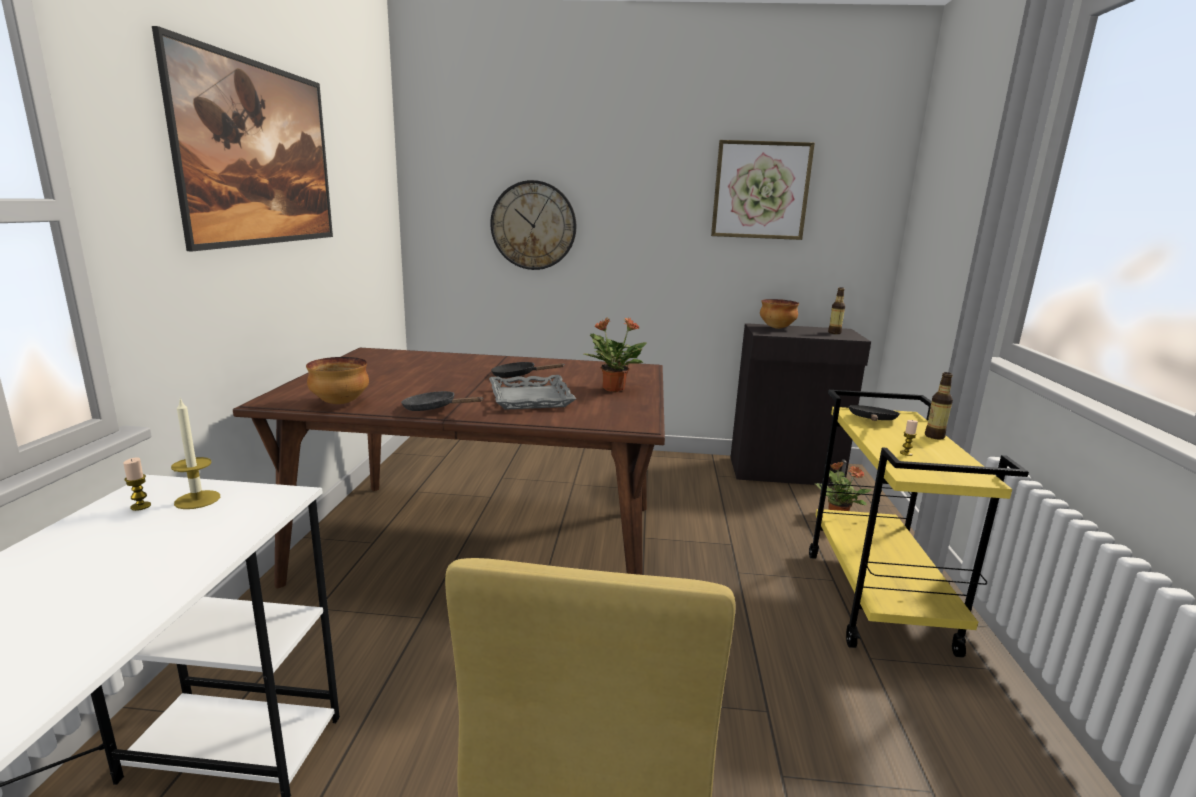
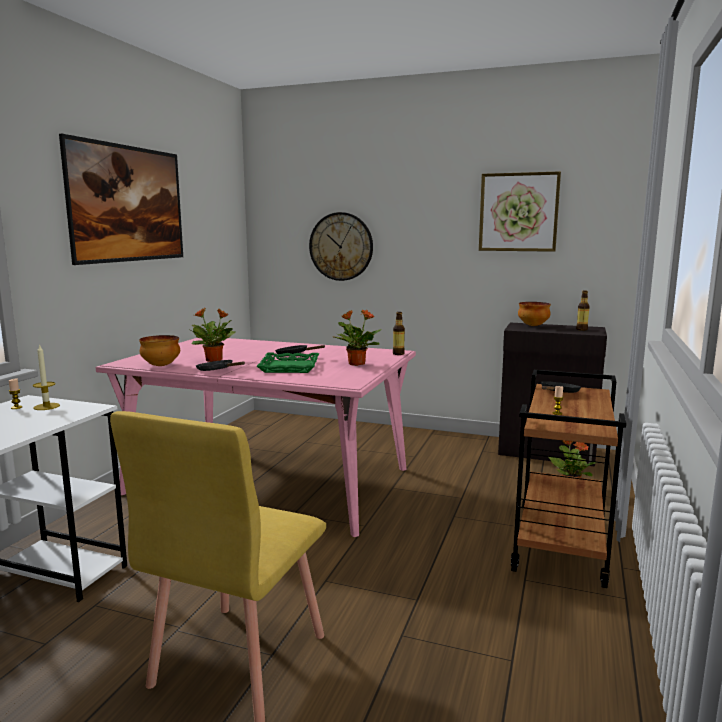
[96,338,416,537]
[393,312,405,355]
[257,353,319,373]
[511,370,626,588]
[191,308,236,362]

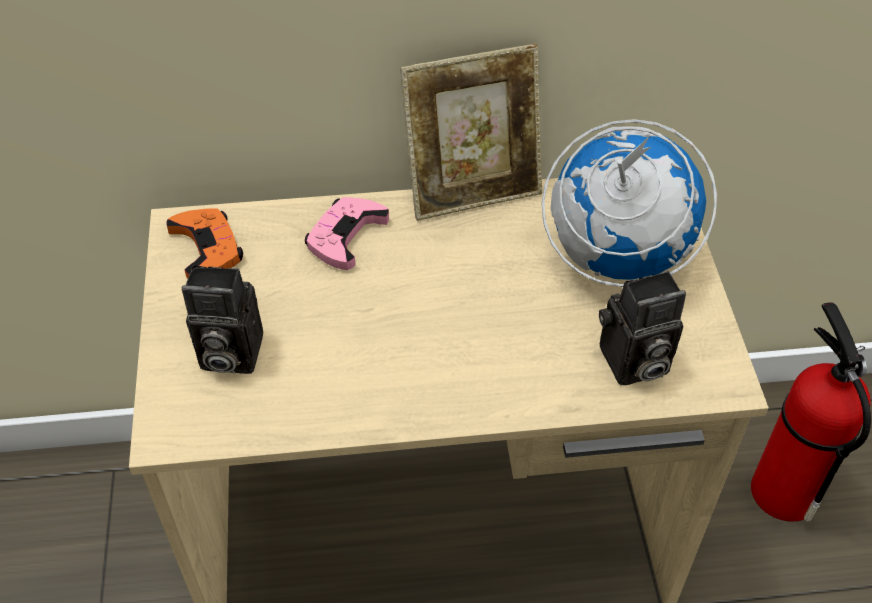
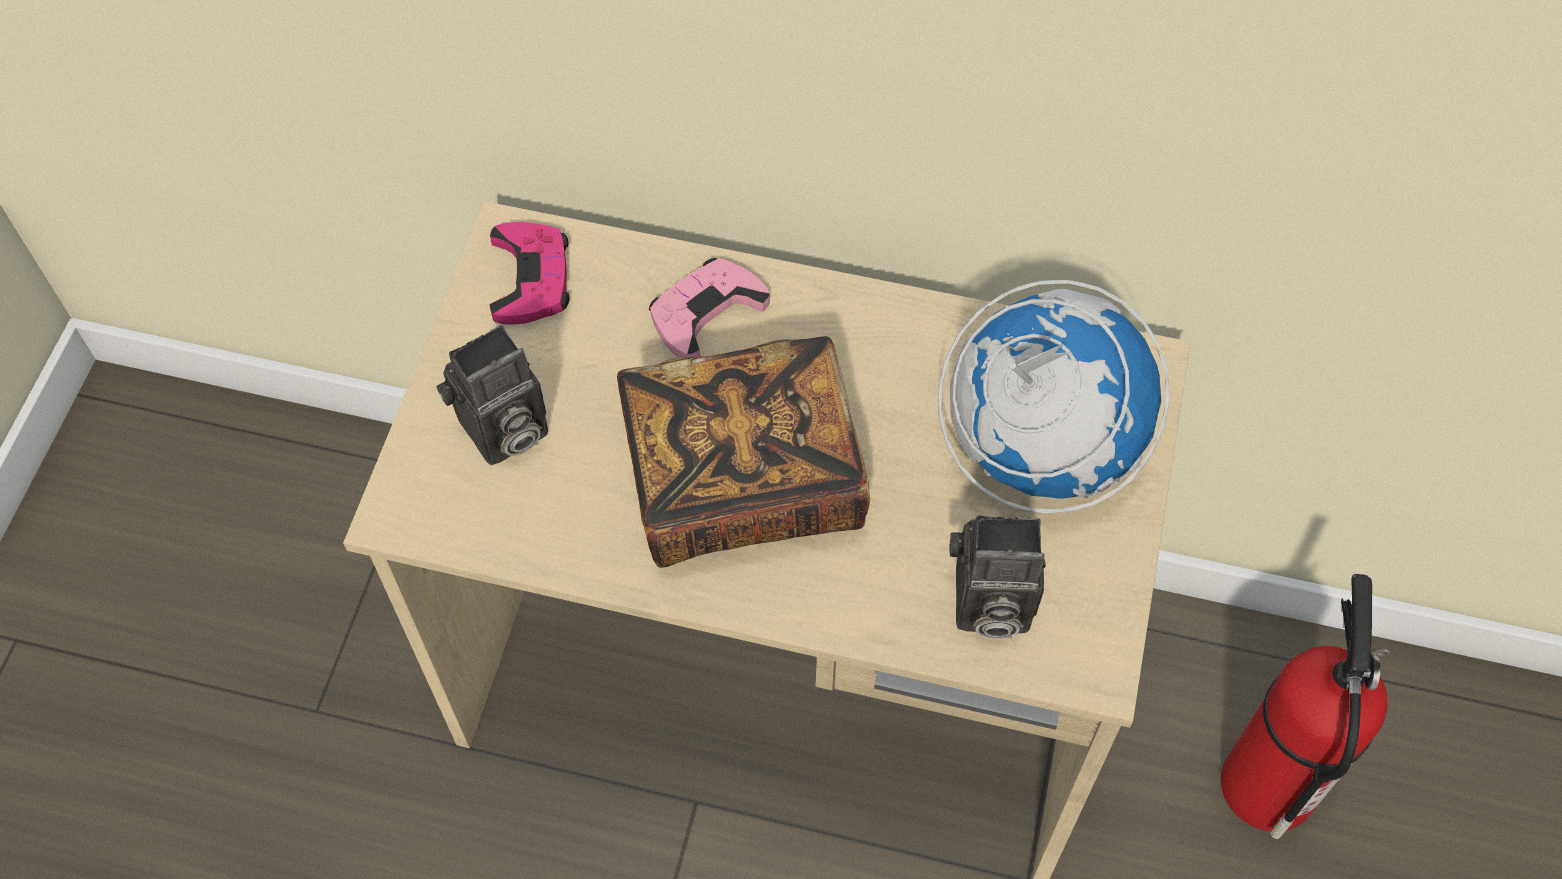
[400,44,542,221] (first image)
[489,222,569,324]
[436,325,548,465]
[617,336,870,568]

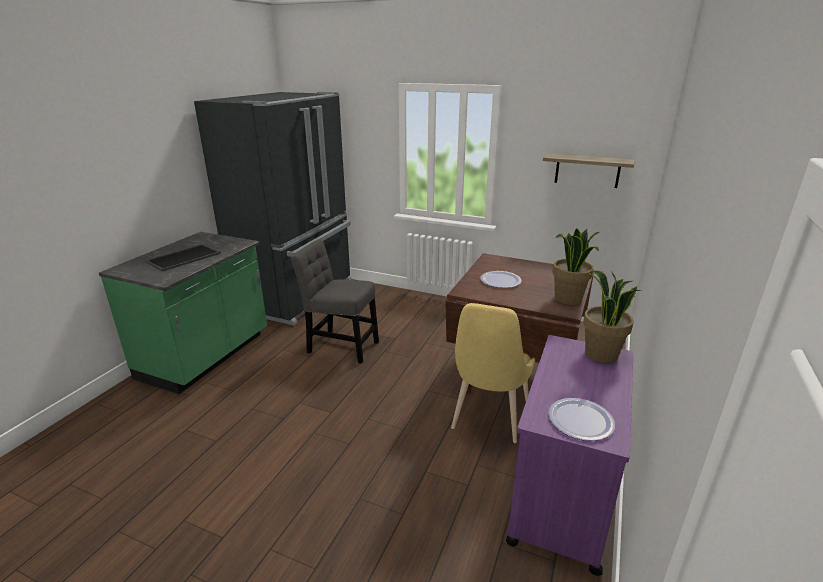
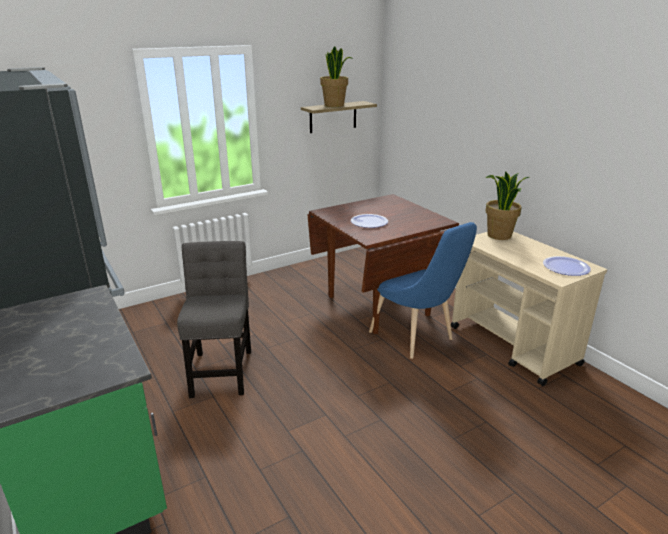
[320,47,353,107]
[177,241,251,398]
[145,244,221,272] (first image)
[369,222,477,359]
[451,231,607,386]

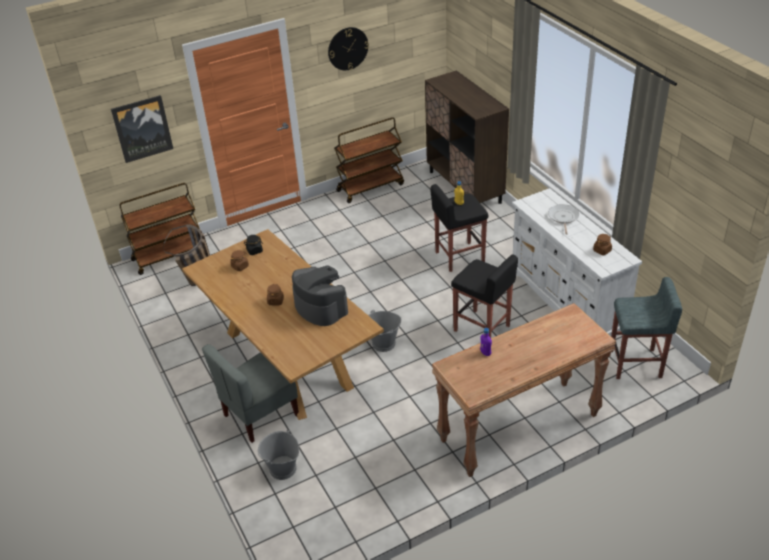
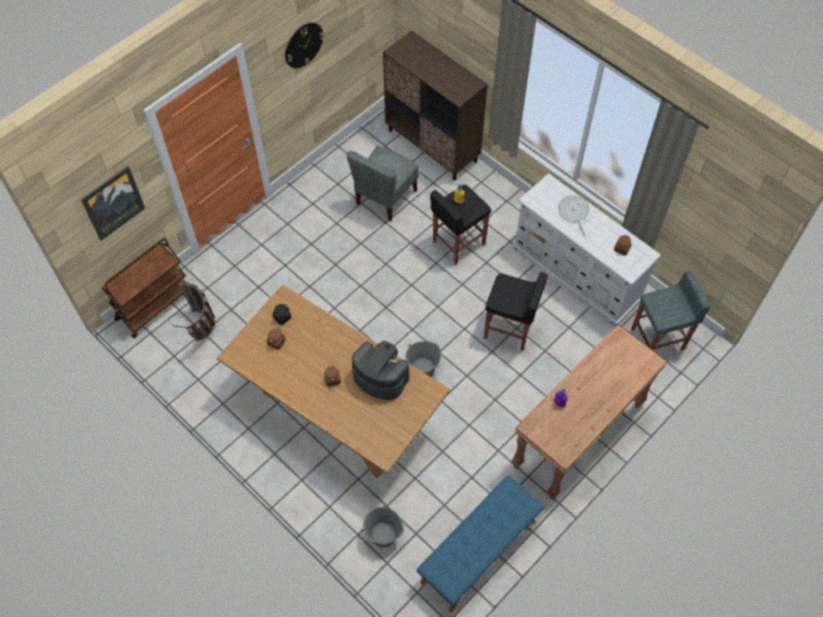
[334,117,404,203] (first image)
[347,146,419,221]
[417,475,544,612]

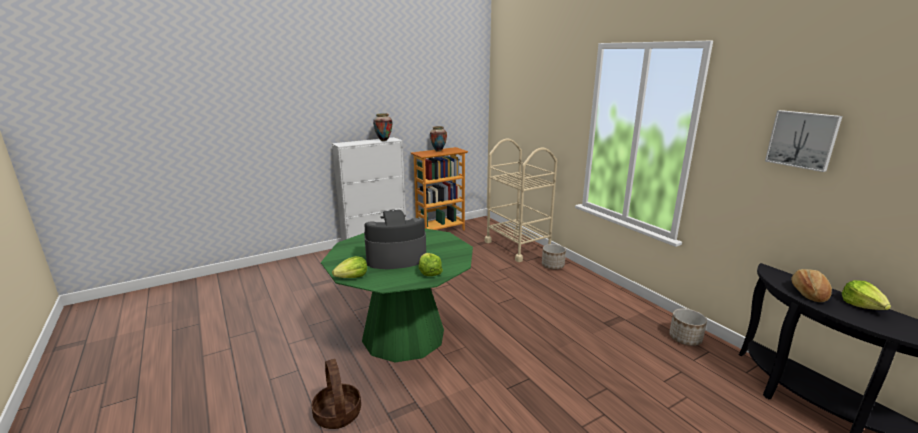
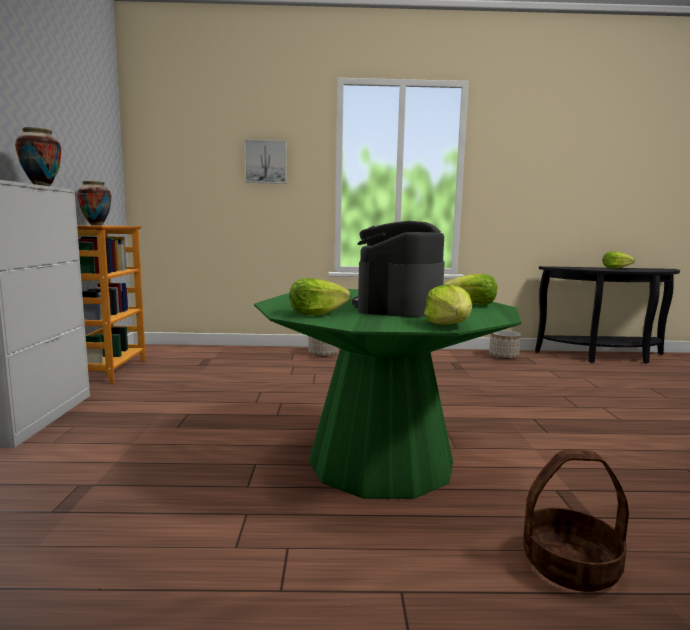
[244,140,287,184]
[485,139,557,262] (first image)
[791,269,832,302] (first image)
[289,278,350,315]

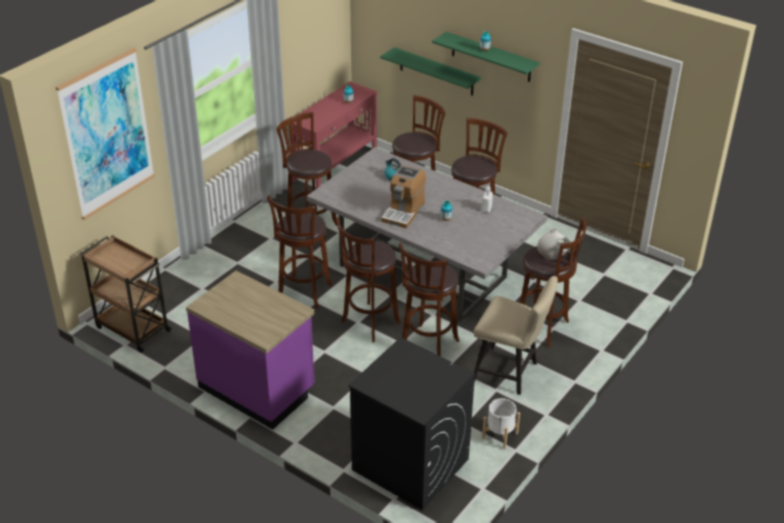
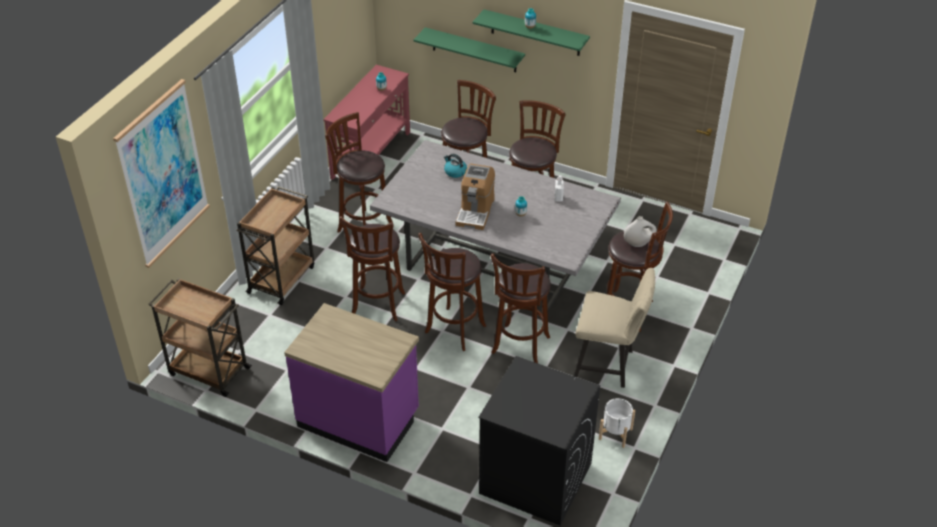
[236,186,314,305]

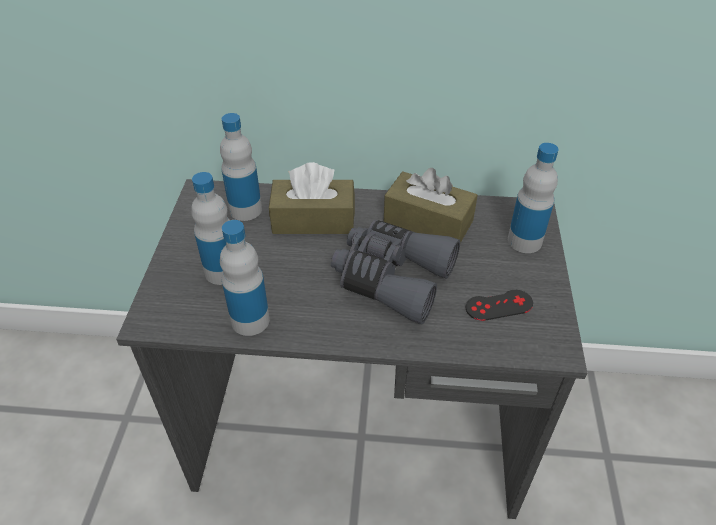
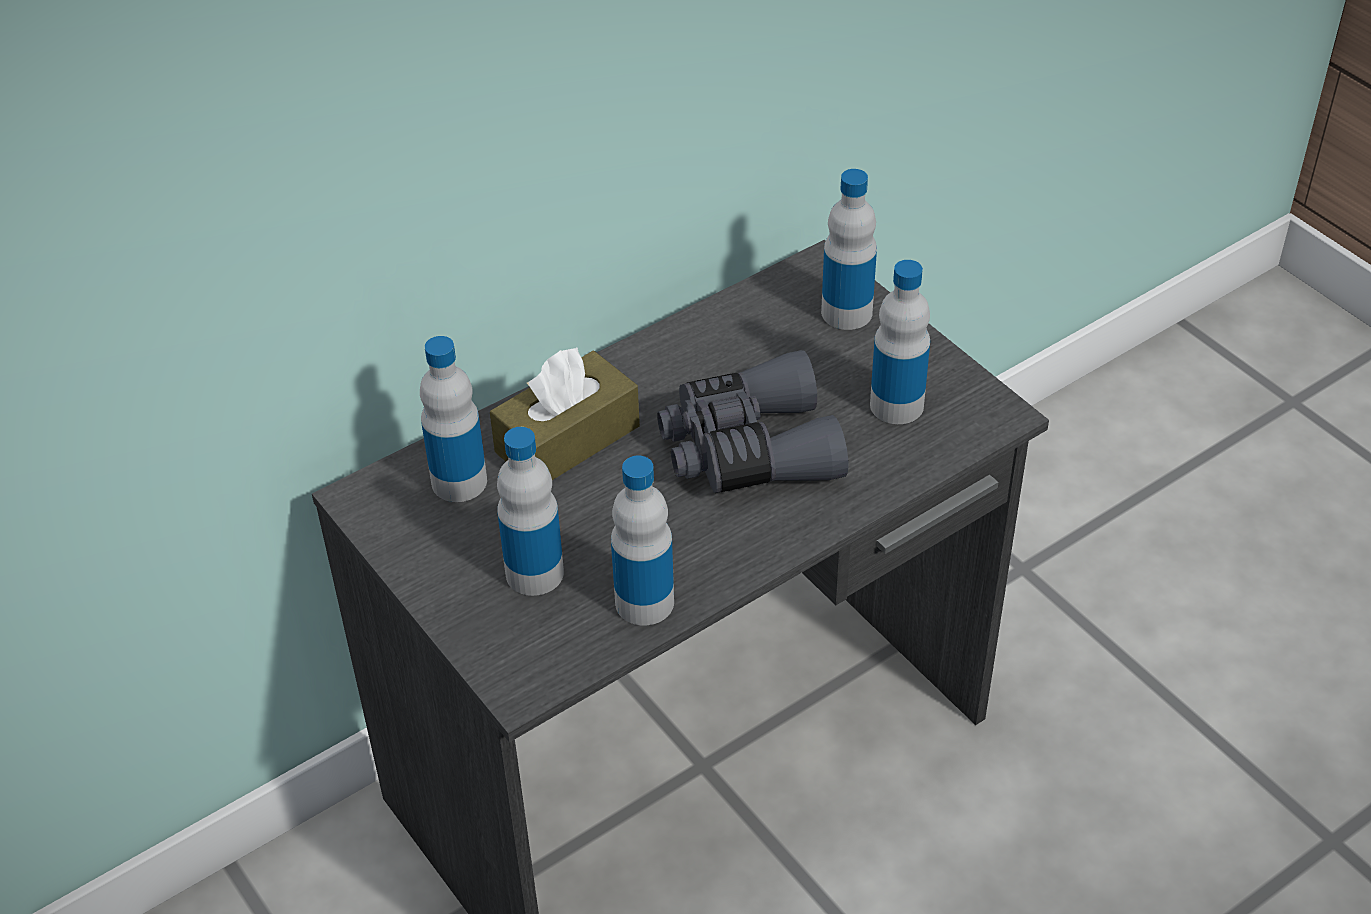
[384,168,478,243] (first image)
[870,260,930,424]

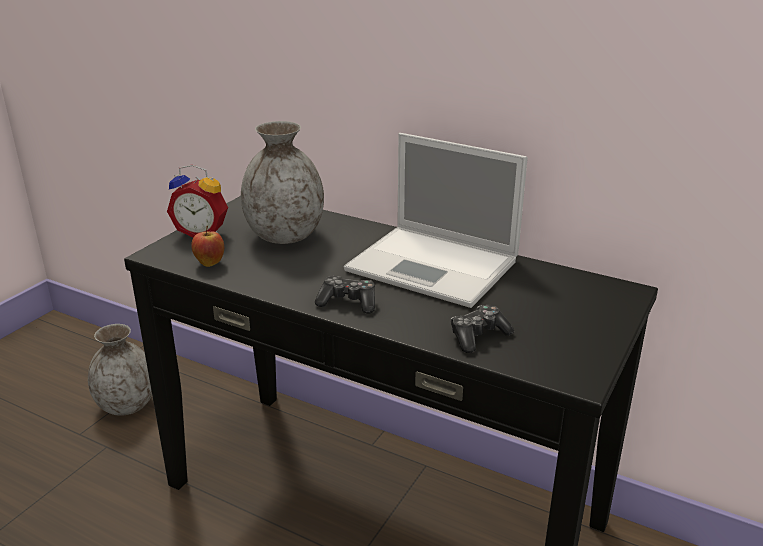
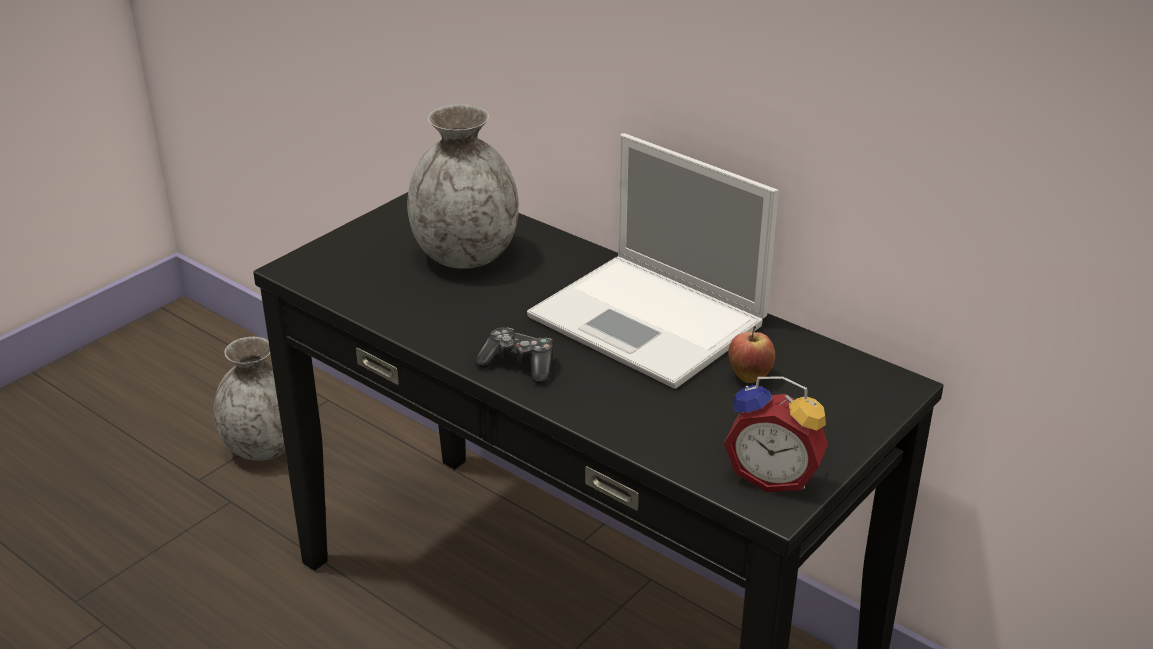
[724,376,828,492]
[728,326,775,383]
[451,305,514,353] (first image)

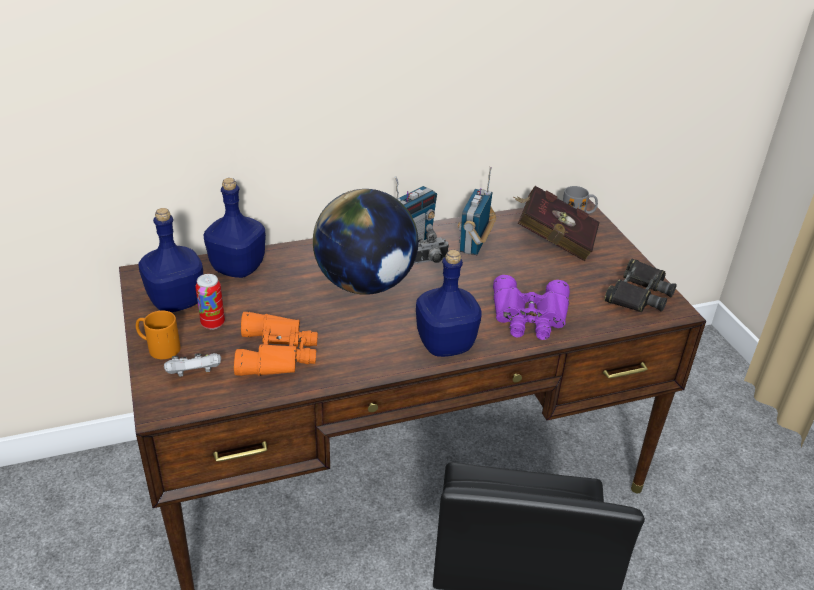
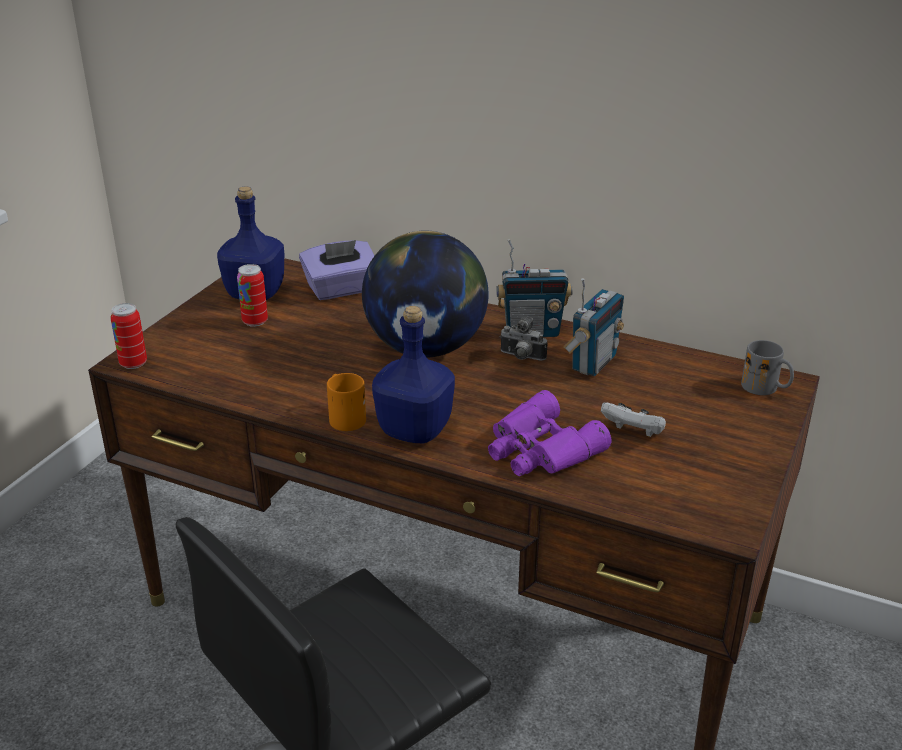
[563,278,624,376]
[299,240,375,300]
[514,186,600,261] (first image)
[604,259,677,312] (first image)
[327,373,366,431]
[234,312,318,376] (first image)
[601,402,666,437]
[110,303,147,369]

